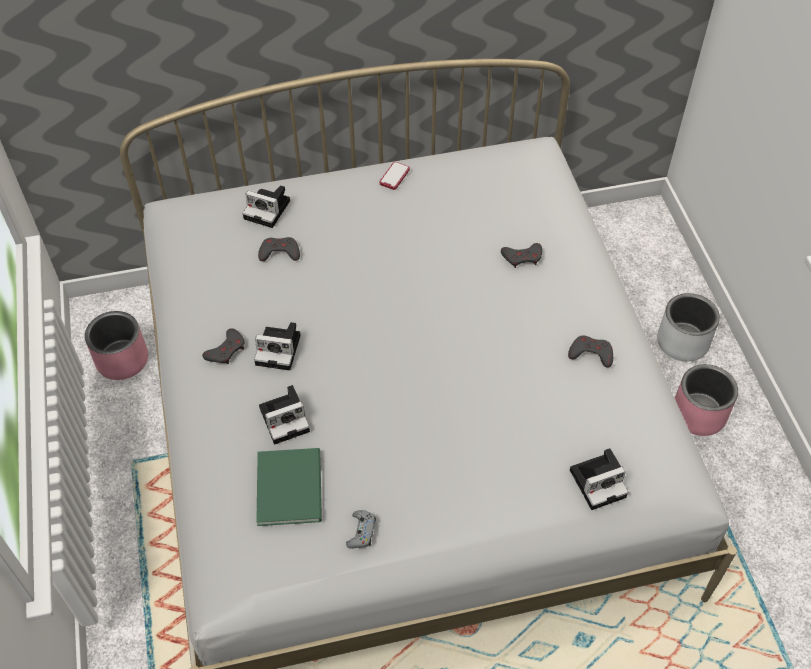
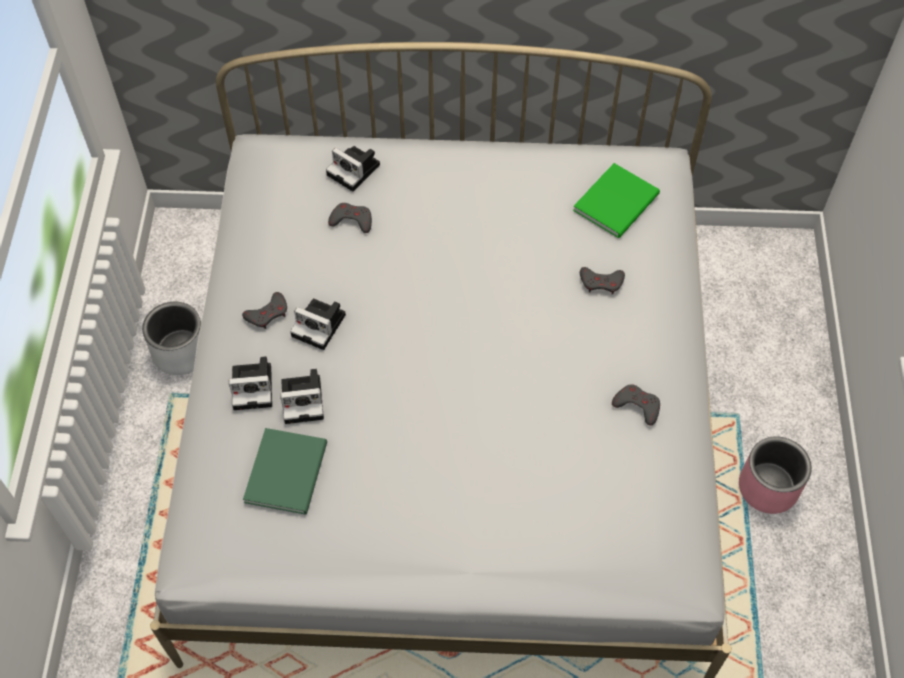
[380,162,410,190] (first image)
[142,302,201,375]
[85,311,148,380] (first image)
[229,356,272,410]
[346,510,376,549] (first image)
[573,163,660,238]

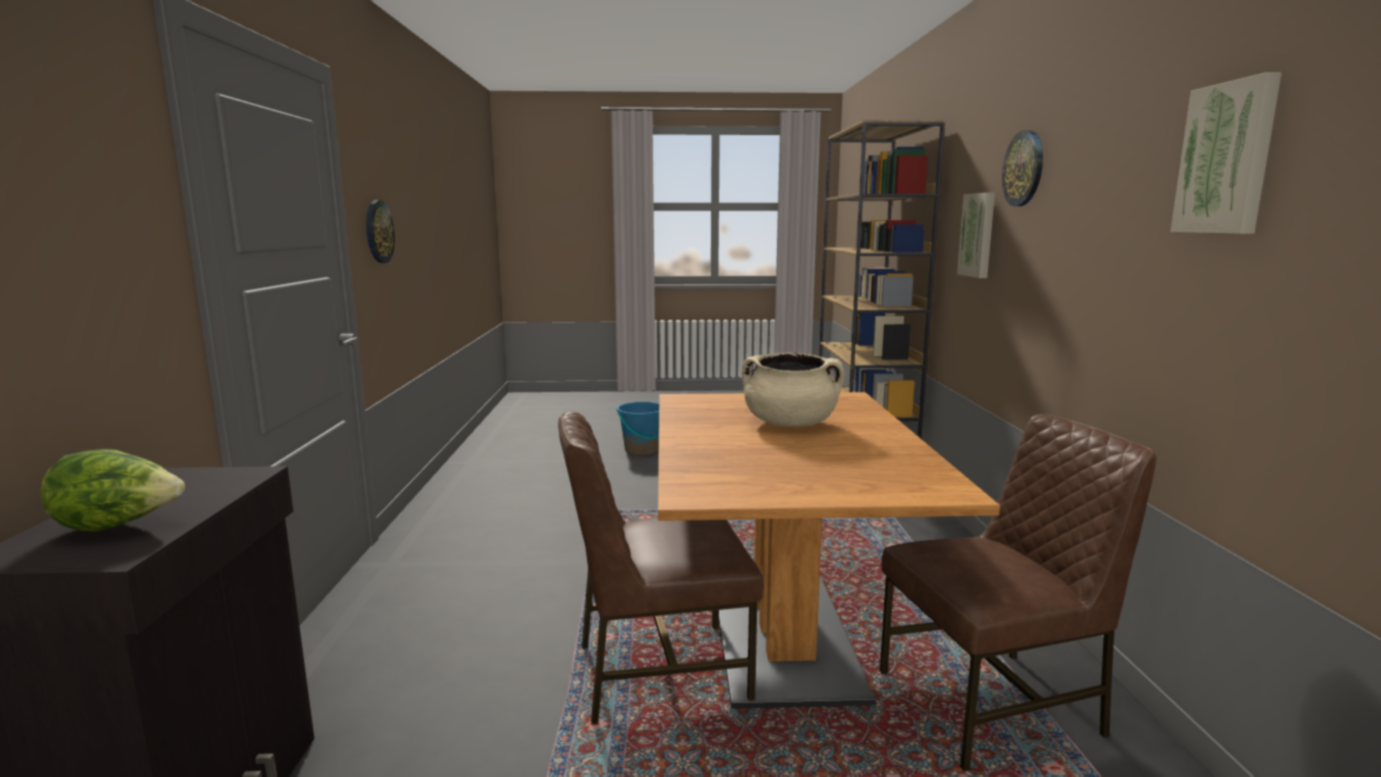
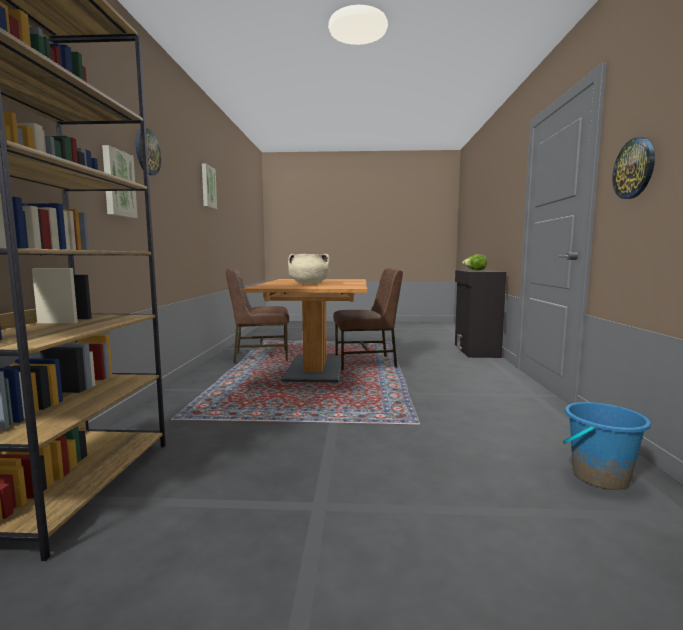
[562,402,651,490]

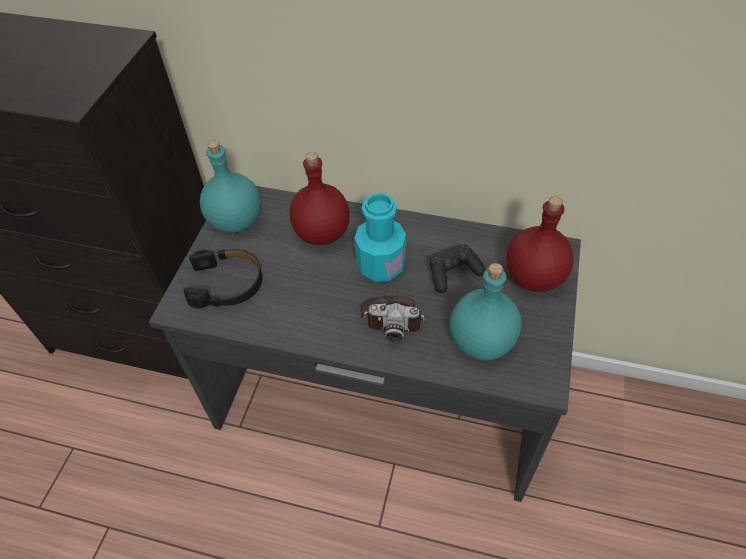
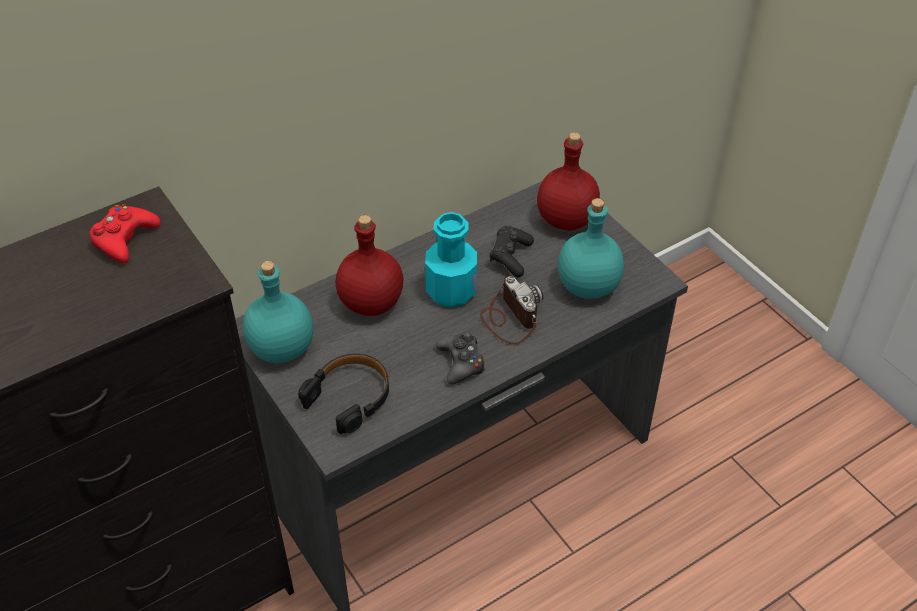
[480,276,543,344]
[90,204,161,263]
[436,332,485,384]

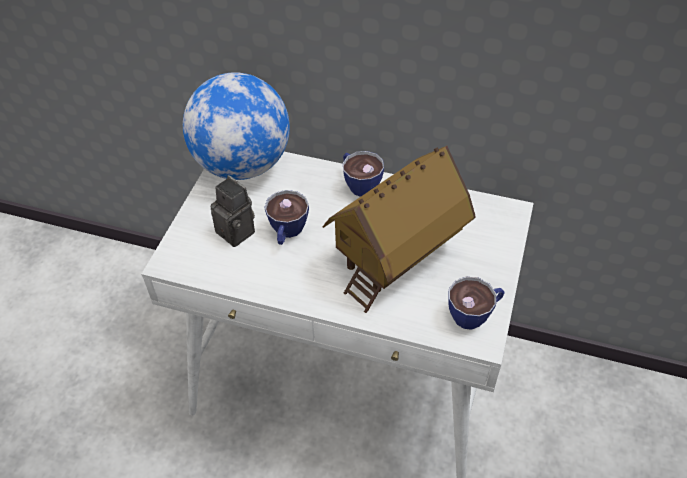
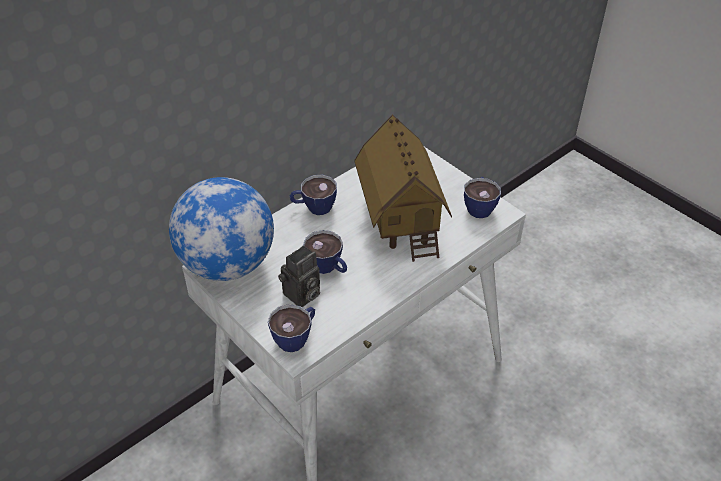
[278,245,320,307]
[268,304,315,352]

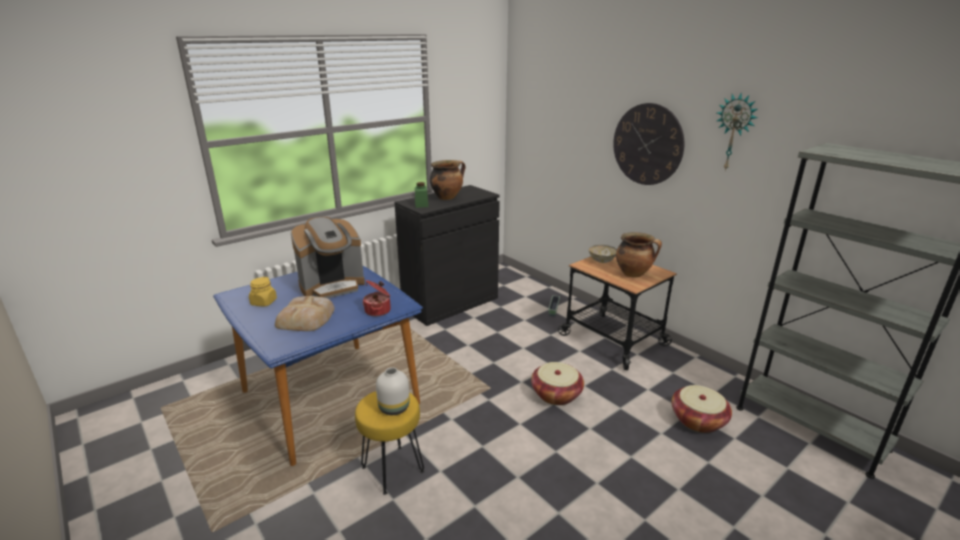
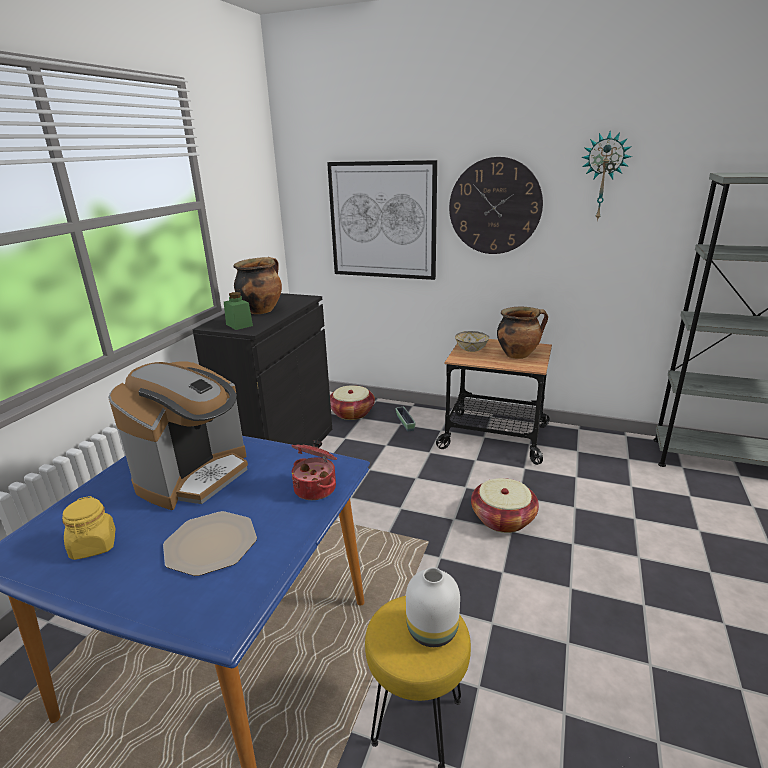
[163,511,257,576]
[330,385,375,420]
[327,160,437,280]

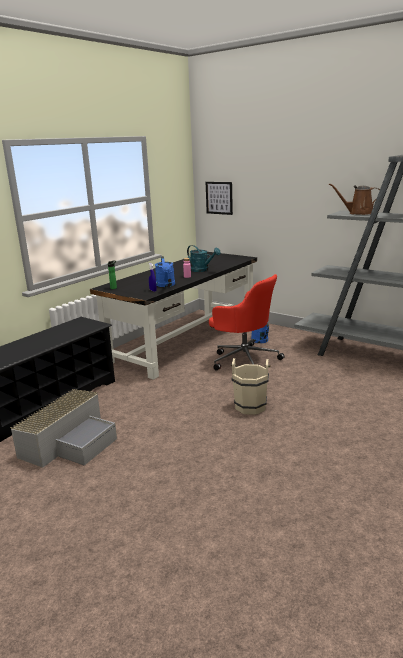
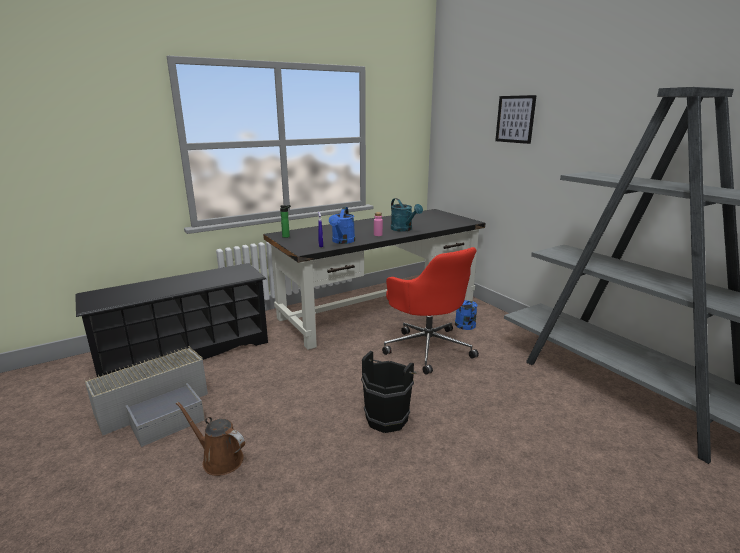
[495,95,537,144]
[176,402,245,476]
[361,351,416,433]

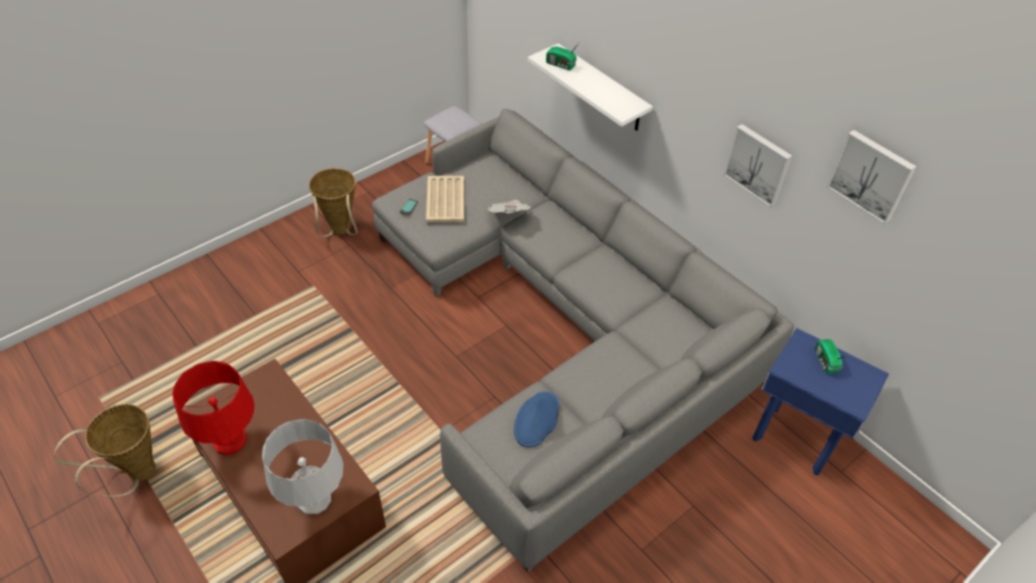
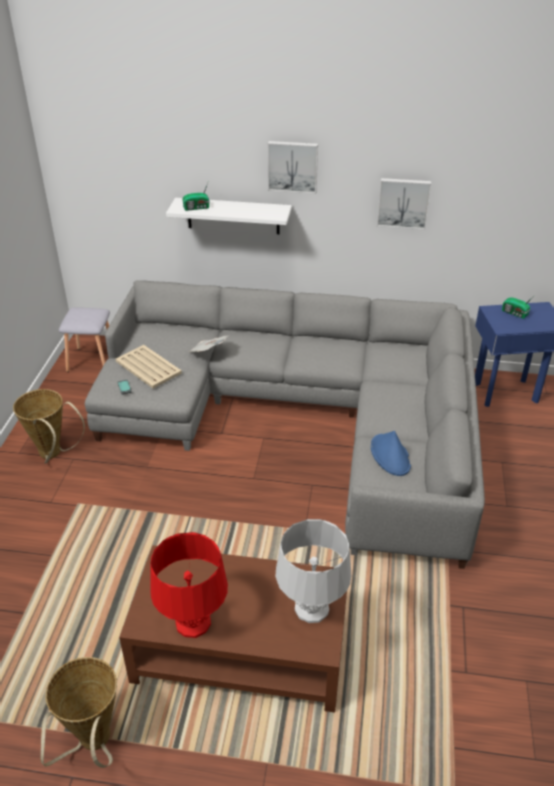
[268,141,318,194]

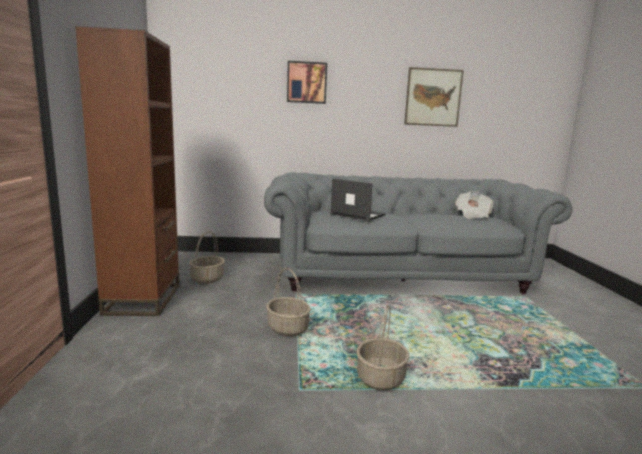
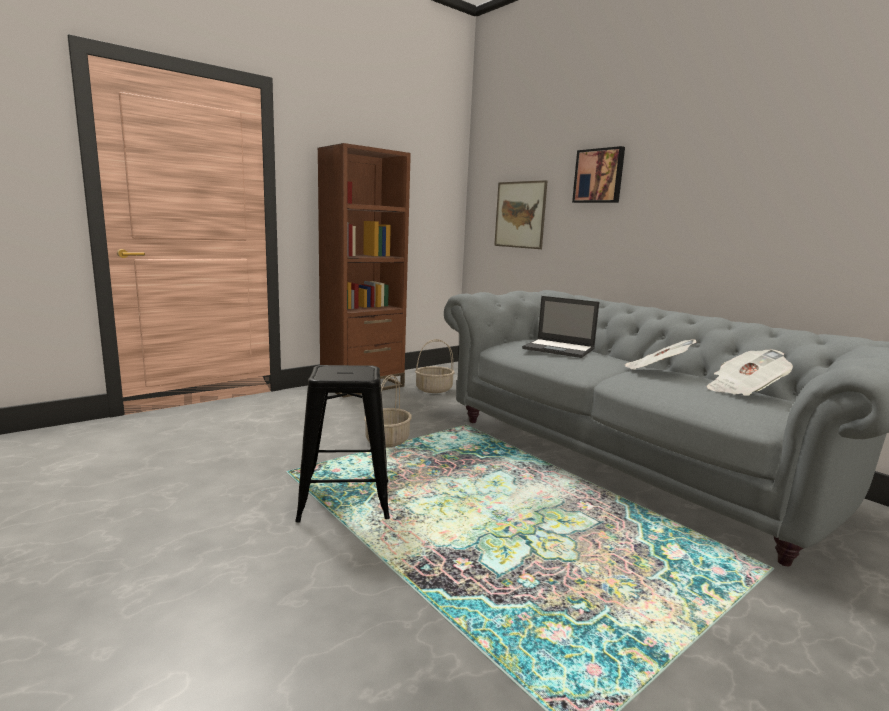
[494,180,547,249]
[522,296,599,358]
[295,365,390,522]
[625,340,697,370]

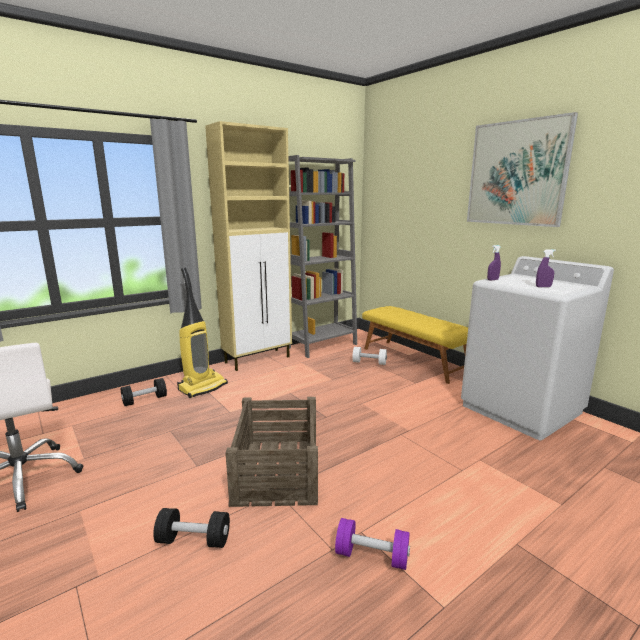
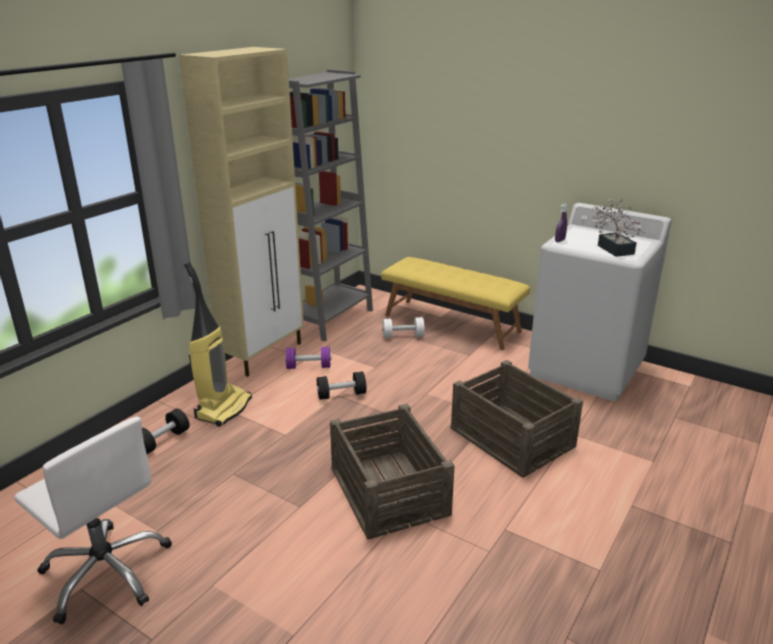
[467,112,578,227] (first image)
[592,199,646,257]
[317,371,366,400]
[285,347,331,369]
[450,360,583,478]

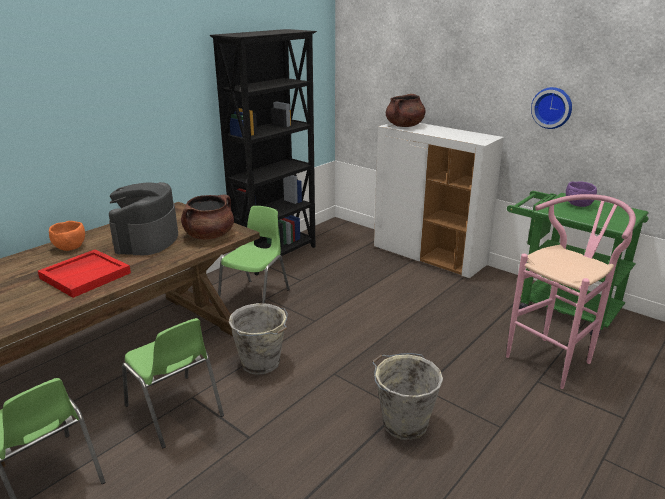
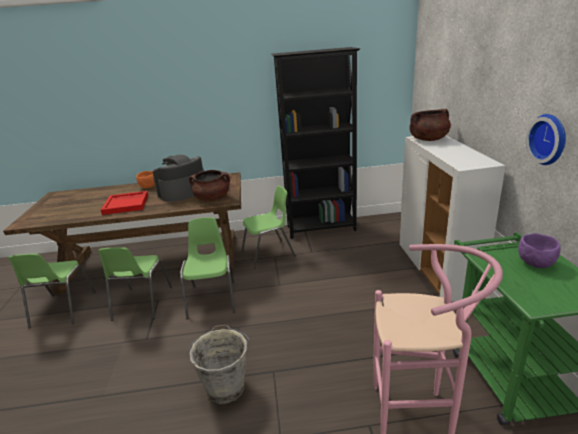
[180,217,235,318]

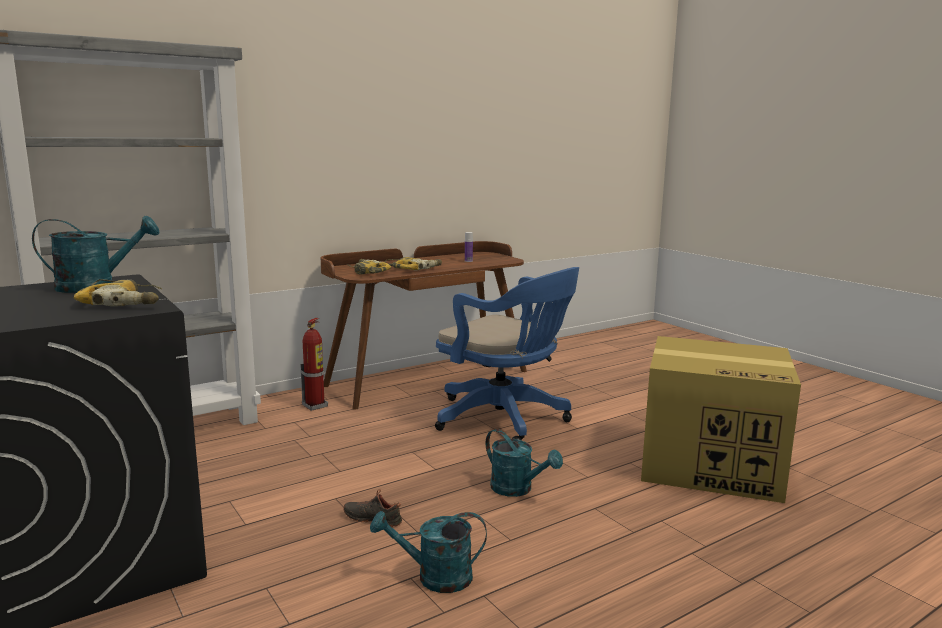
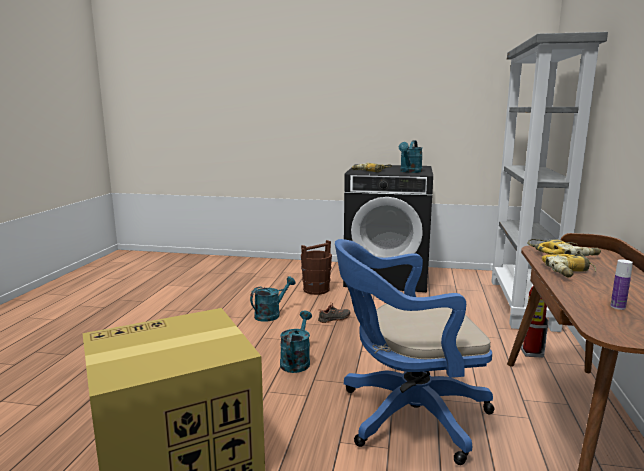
[280,311,312,373]
[301,240,332,295]

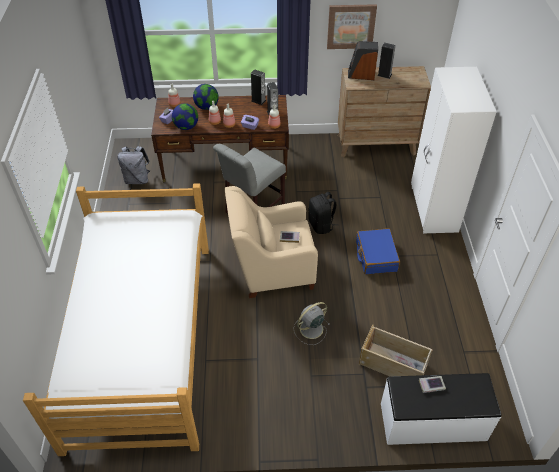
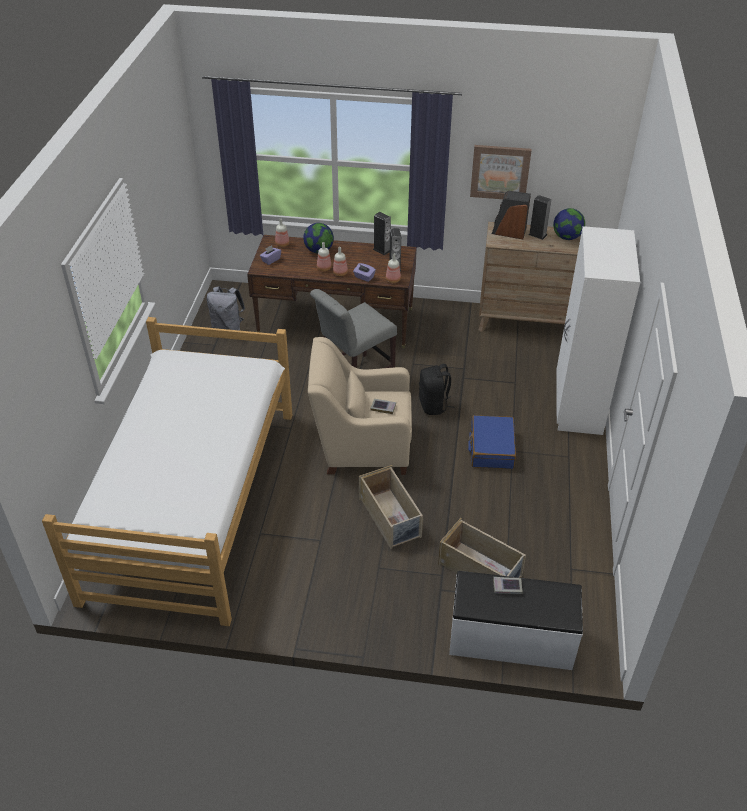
[553,208,585,240]
[359,465,423,549]

